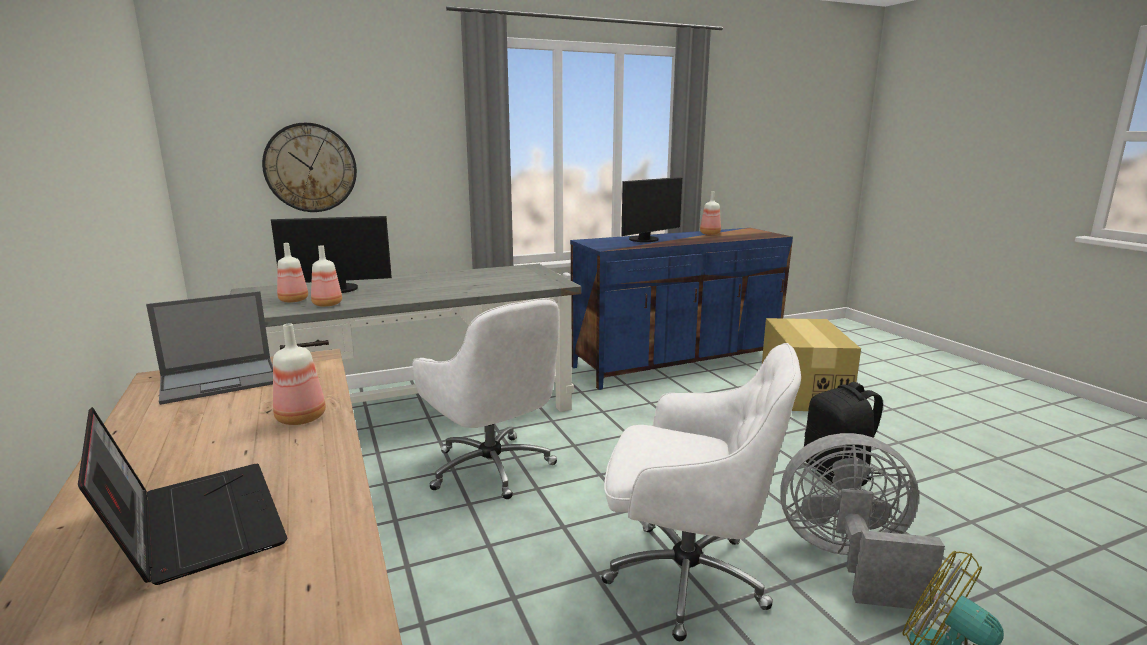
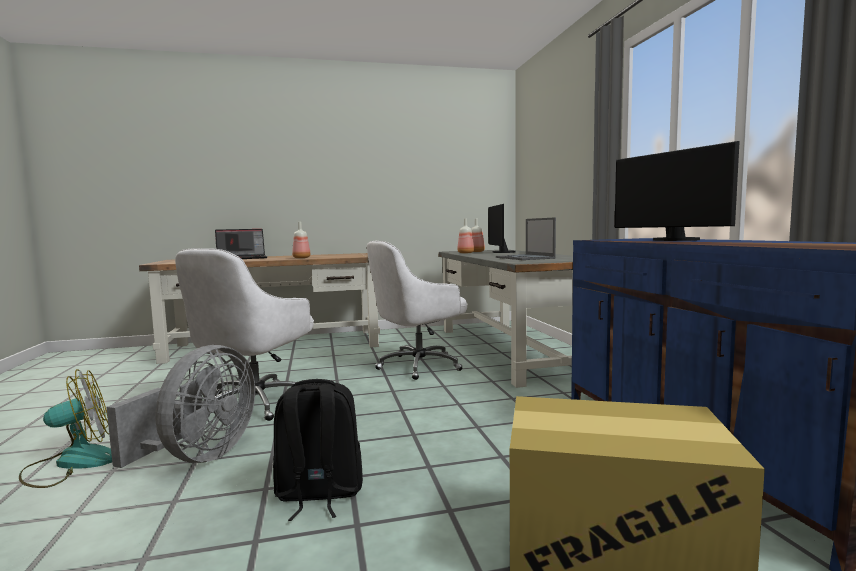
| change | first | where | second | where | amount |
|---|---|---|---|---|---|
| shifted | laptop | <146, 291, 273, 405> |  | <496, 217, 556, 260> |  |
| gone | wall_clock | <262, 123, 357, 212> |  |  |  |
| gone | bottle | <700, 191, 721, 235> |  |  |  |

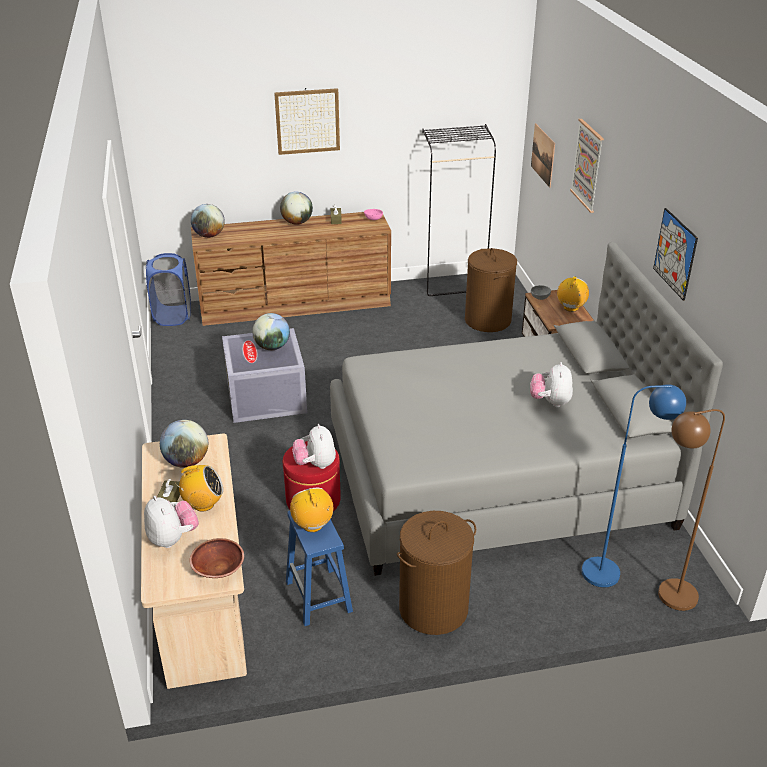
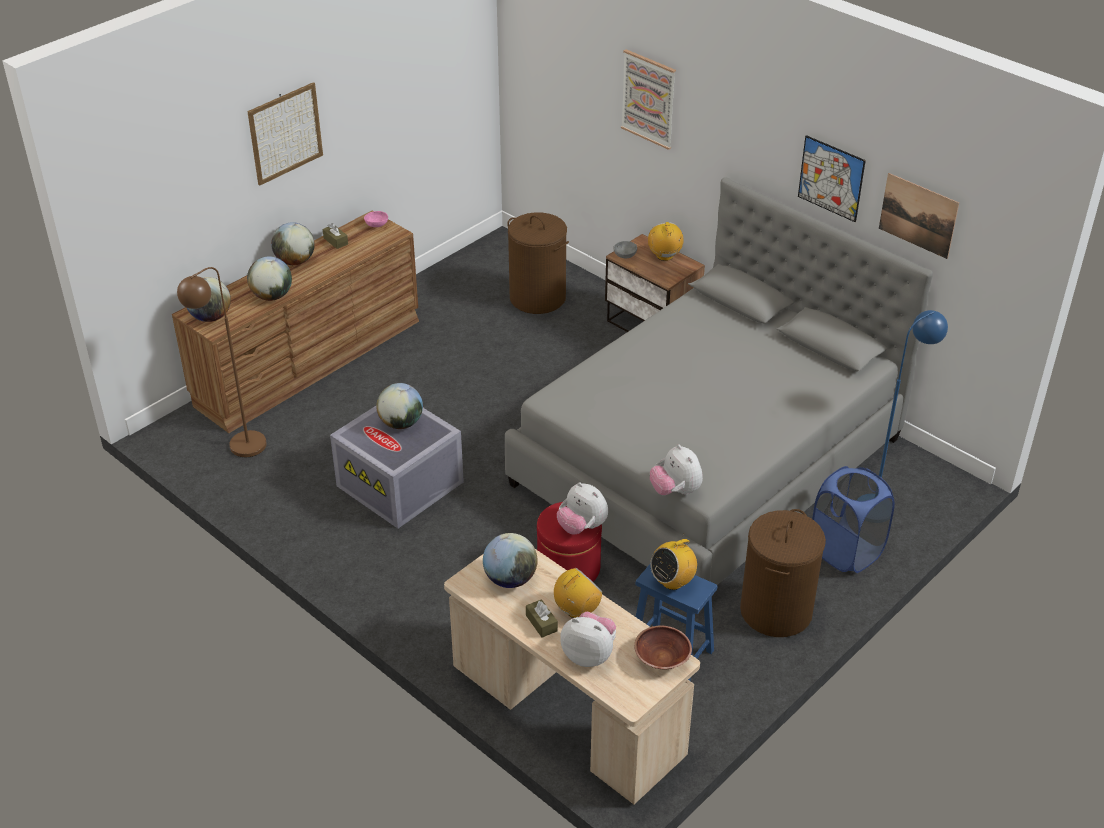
| change | first | where | second | where | amount |
|---|---|---|---|---|---|
| shifted | brown_floor_lamp | <658, 409, 725, 611> |  | <177, 267, 267, 457> |  |
| new |  |  | globe | <247, 256, 292, 301> |  |
| shifted | plush_toy | <530, 362, 573, 407> |  | <650, 444, 703, 495> |  |
| rotated | radio | <290, 488, 333, 532> |  | <650, 533, 697, 590> | 75 degrees counterclockwise |
| shifted | blue_laundry_basket | <146, 253, 191, 326> |  | <812, 466, 895, 573> |  |
| shifted | picture | <531, 123, 555, 188> |  | <879, 173, 959, 259> |  |
| gone | black_clothes_rack | <422, 124, 496, 296> |  |  |  |

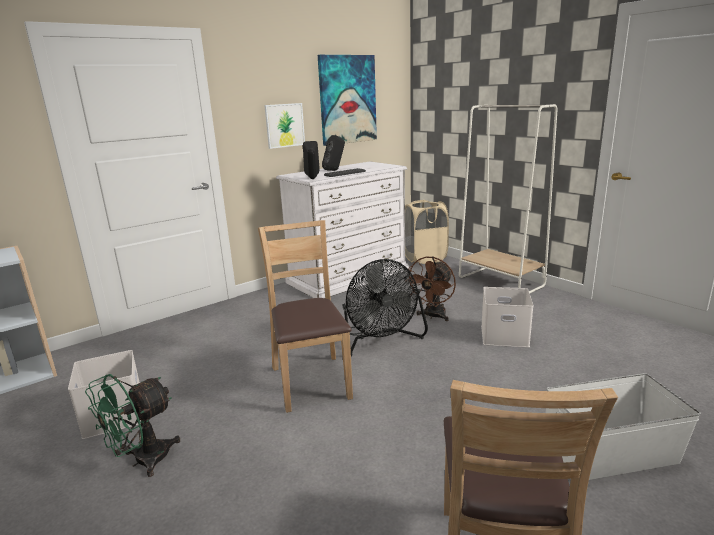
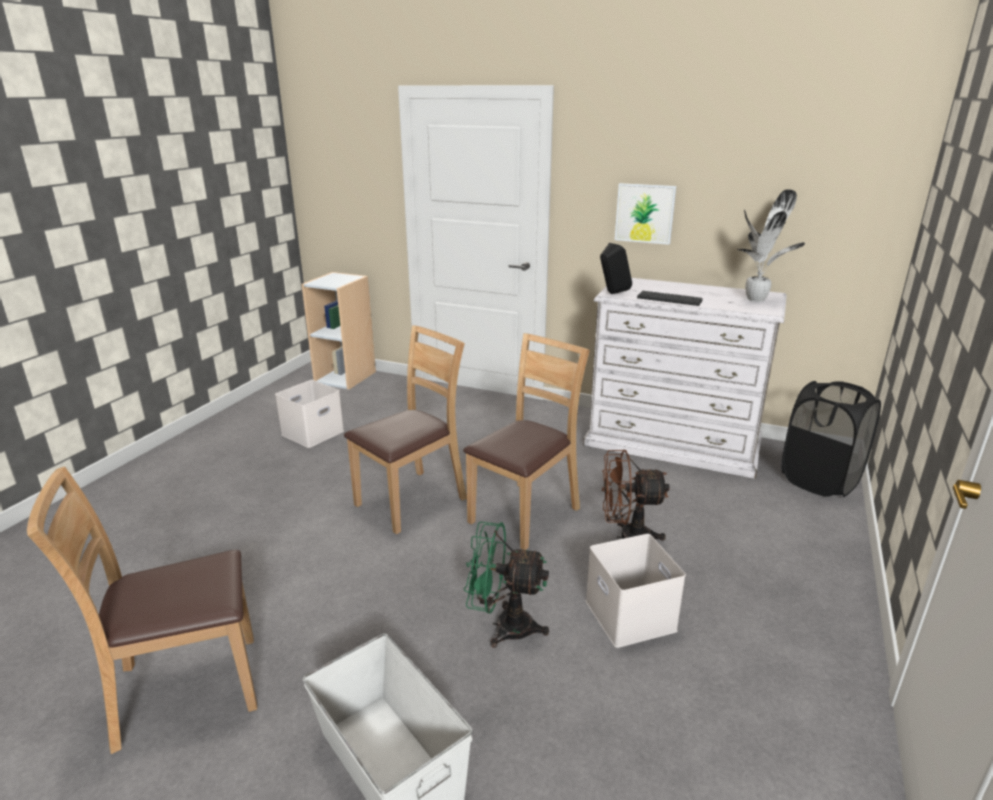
| change | first | where | second | where | amount |
|---|---|---|---|---|---|
| swapped | black_fan | <342, 259, 428, 357> | brown_chair | <463, 333, 590, 550> |  |
| shifted | green_fan | <85, 374, 180, 477> |  | <464, 522, 549, 648> |  |
| new |  |  | potted_plant | <737, 189, 805, 302> |  |
| repainted | beige_laundry_basket | <405, 200, 449, 264> | black_laundry_basket | <781, 381, 881, 497> |  |
| gone | picture | <318, 55, 377, 146> |  |  |  |
| gone | black_speaker | <322, 135, 345, 171> |  |  |  |
| gone | clothes_rack | <459, 104, 558, 293> |  |  |  |

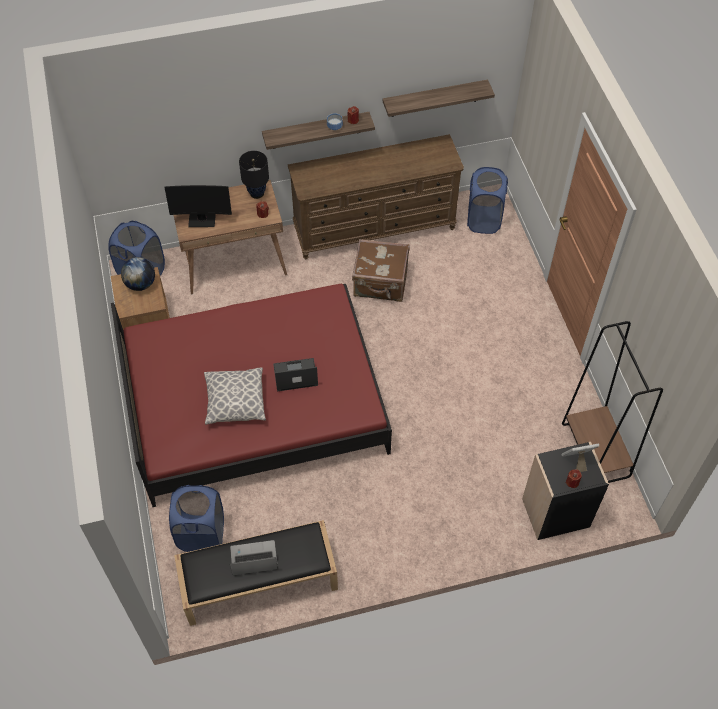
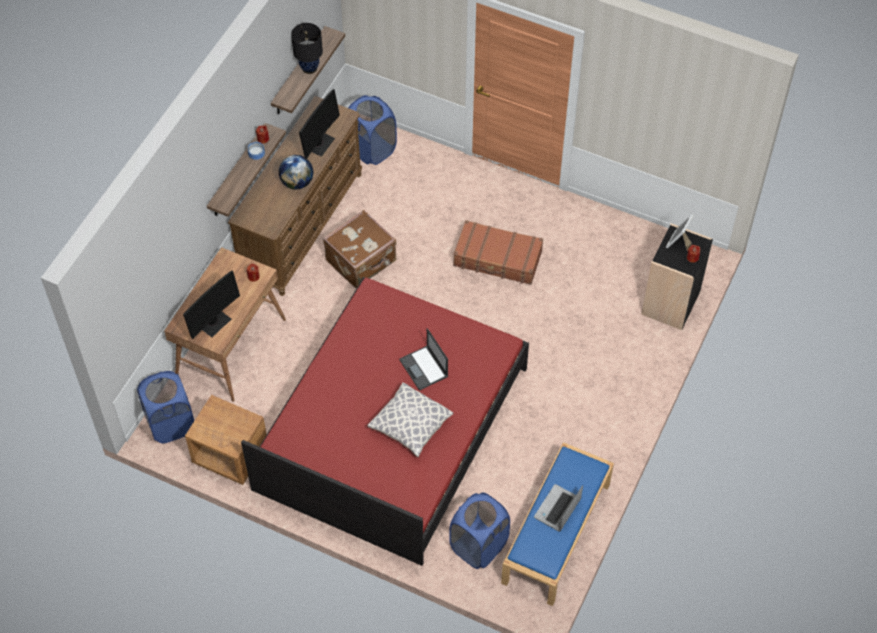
| change | first | where | second | where | amount |
|---|---|---|---|---|---|
| shifted | globe | <121, 257, 155, 291> |  | <279, 155, 313, 190> |  |
| shifted | black_table_lamp | <239, 151, 269, 199> |  | <291, 23, 323, 74> |  |
| new |  |  | monitor | <299, 89, 340, 158> |  |
| rotated | laptop | <273, 358, 318, 391> |  | <399, 328, 448, 391> | 60 degrees counterclockwise |
| new |  |  | brown_suitcase | <453, 220, 543, 285> |  |
| repainted | black_bench | <174, 520, 338, 626> | blue_bench | <501, 442, 614, 606> |  |
| gone | clothes_rack | <562, 321, 663, 483> |  |  |  |

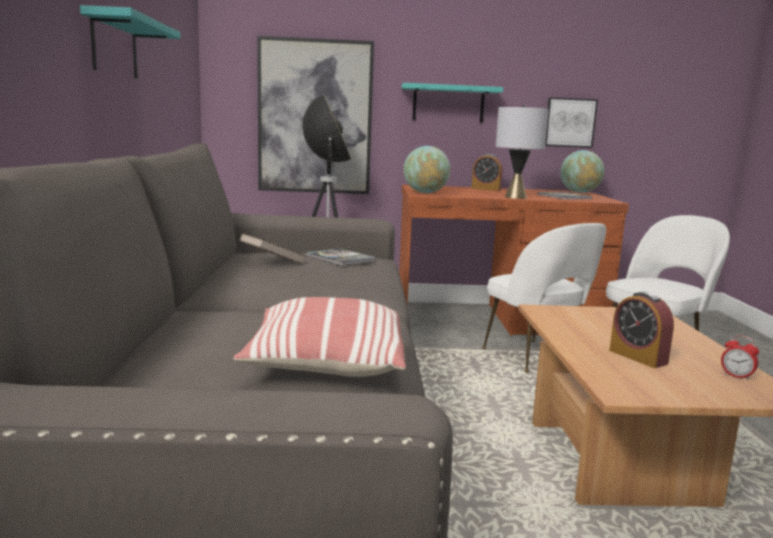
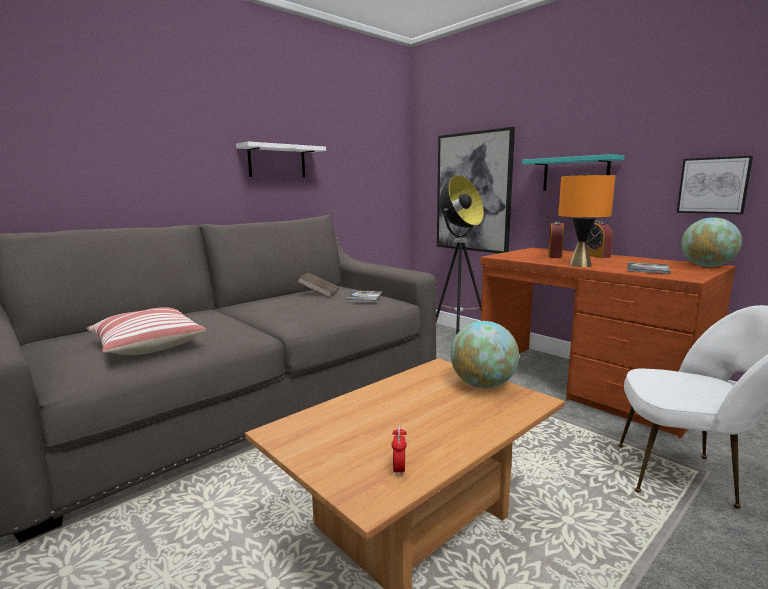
| change | first | where | second | where | amount |
|---|---|---|---|---|---|
| repainted | turquoise_shelf | <80, 5, 181, 78> | white_shelf | <236, 142, 326, 177> |  |
| shifted | globe | <404, 146, 450, 193> |  | <450, 321, 519, 389> |  |
| shifted | alarm_clock | <609, 292, 674, 368> |  | <548, 221, 564, 258> |  |
| repainted | grey_table_lamp | <496, 105, 549, 199> | orange_table_lamp | <558, 173, 615, 267> |  |
| gone | white_chair | <482, 223, 606, 372> |  |  |  |

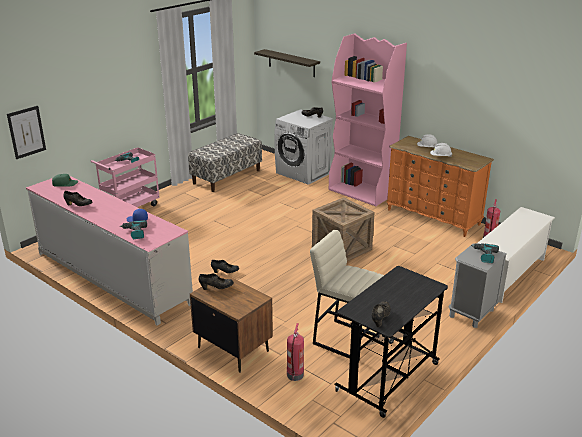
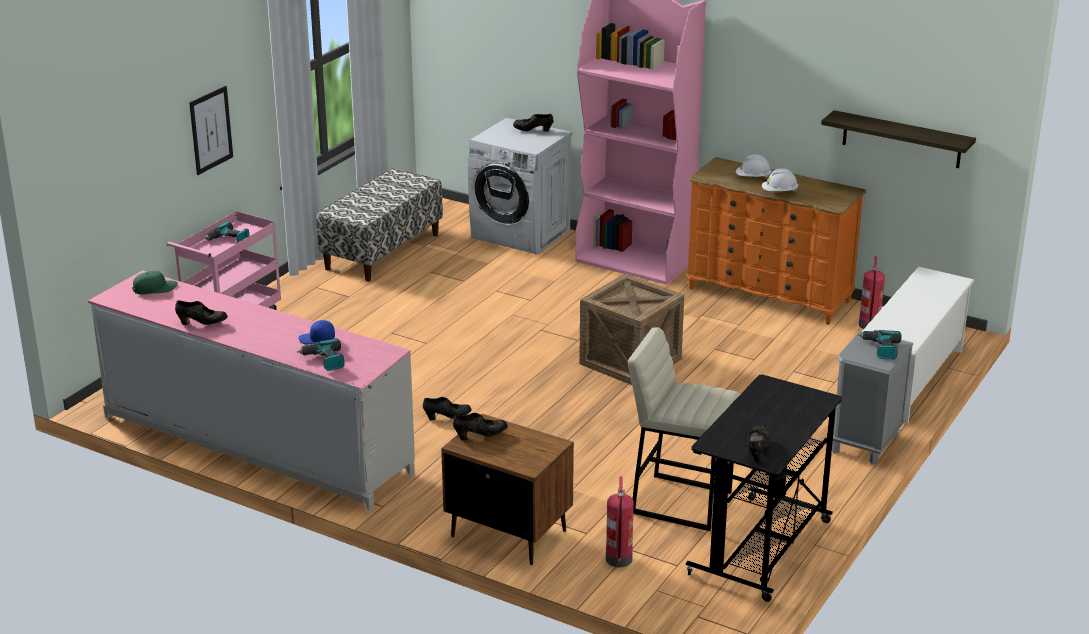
| change | first | where | second | where | amount |
|---|---|---|---|---|---|
| shifted | picture | <7, 106, 46, 159> |  | <189, 86, 233, 175> |  |
| shifted | shelf | <254, 49, 320, 77> |  | <821, 110, 976, 168> |  |

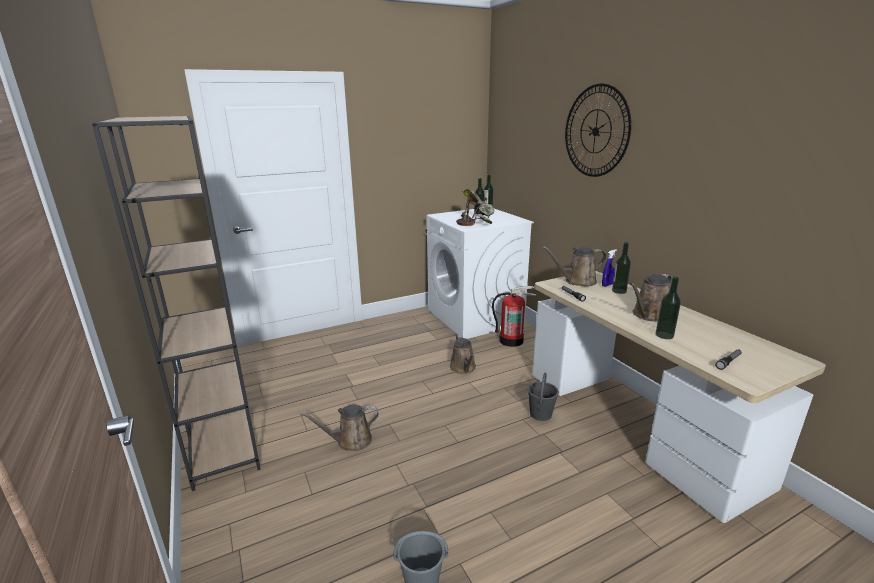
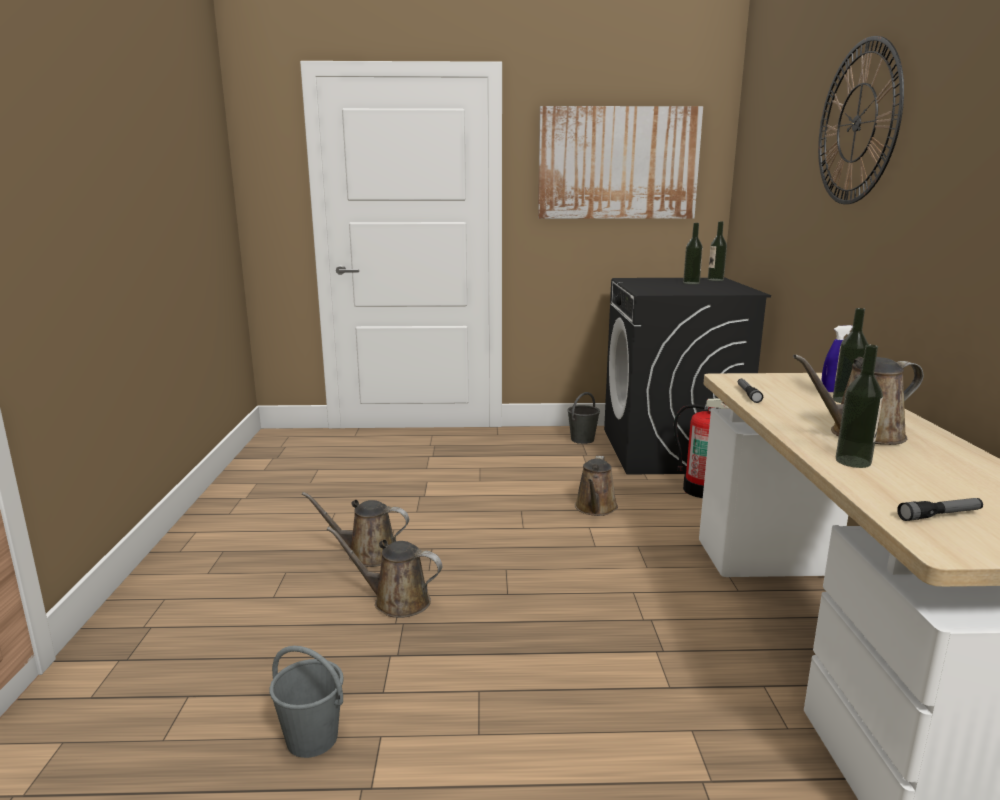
| change | first | where | second | where | amount |
|---|---|---|---|---|---|
| shifted | brown_watering_can | <542, 246, 606, 286> |  | <327, 527, 442, 618> |  |
| new |  |  | picture | <538, 106, 703, 219> |  |
| shifted | grey_bucket | <528, 373, 559, 421> |  | <567, 392, 600, 444> |  |
| repainted | white_washing_machine | <427, 209, 534, 339> | black_washing_machine | <604, 278, 771, 475> |  |
| gone | bookcase | <92, 116, 261, 491> |  |  |  |
| gone | potted_plant | <456, 189, 494, 226> |  |  |  |

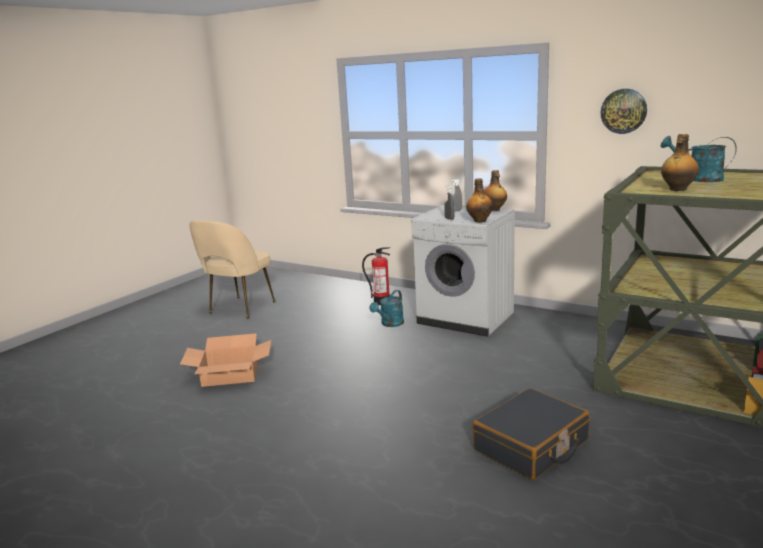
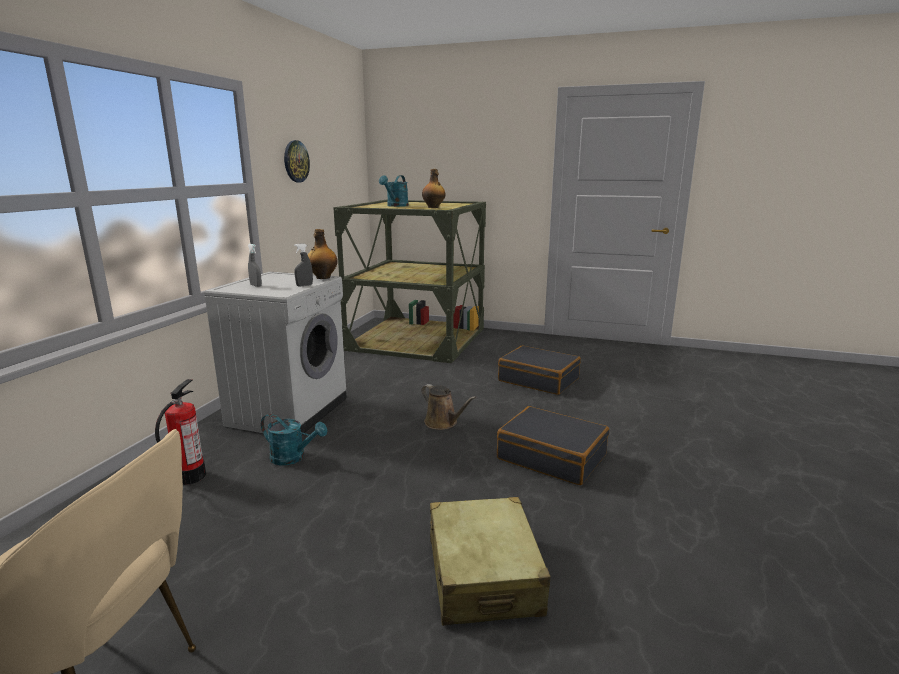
| change | first | where | second | where | amount |
|---|---|---|---|---|---|
| new |  |  | brown_watering_can | <421, 384, 476, 430> |  |
| swapped | cardboard_box | <180, 333, 271, 387> | beige_suitcase | <430, 497, 551, 626> |  |
| new |  |  | black_suitcase | <497, 406, 609, 485> |  |
| gone | bottle | <484, 170, 507, 211> |  |  |  |

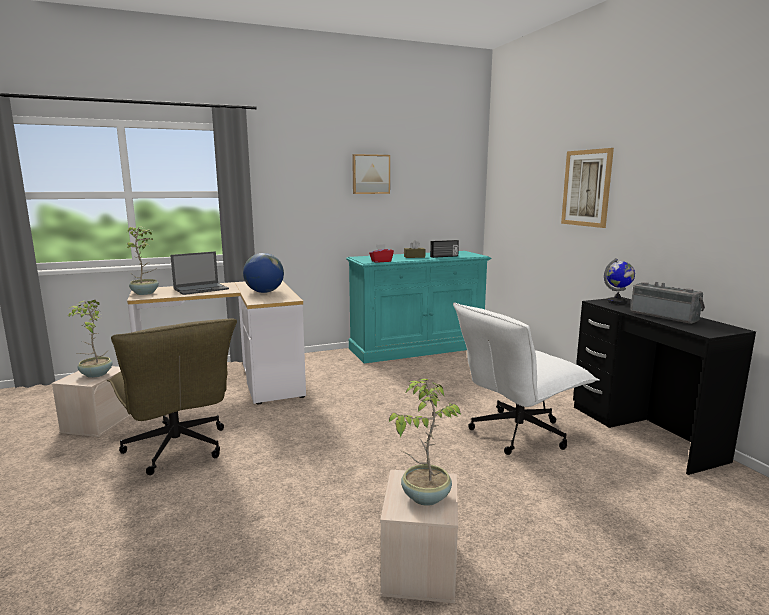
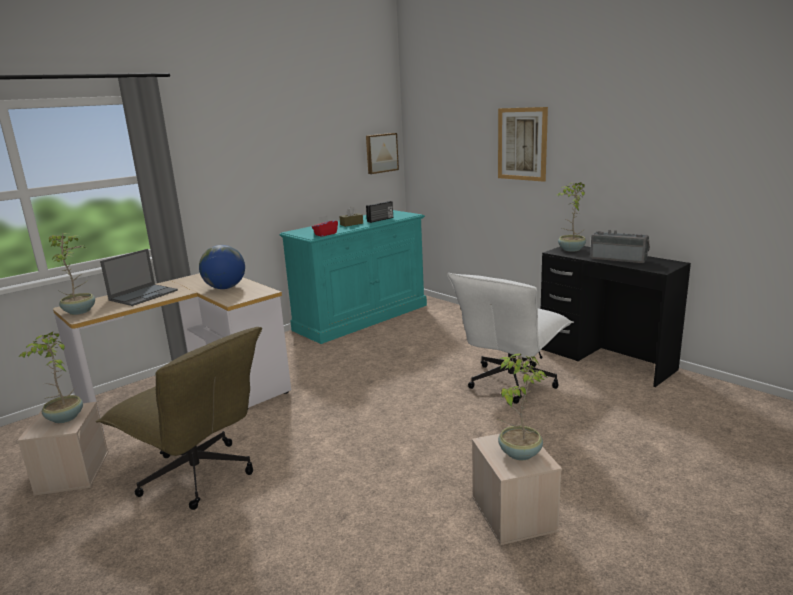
| change | first | where | second | where | amount |
|---|---|---|---|---|---|
| shifted | picture | <352, 154, 390, 194> |  | <366, 133, 399, 174> |  |
| swapped | globe | <604, 258, 635, 304> | potted_plant | <557, 182, 586, 252> |  |

